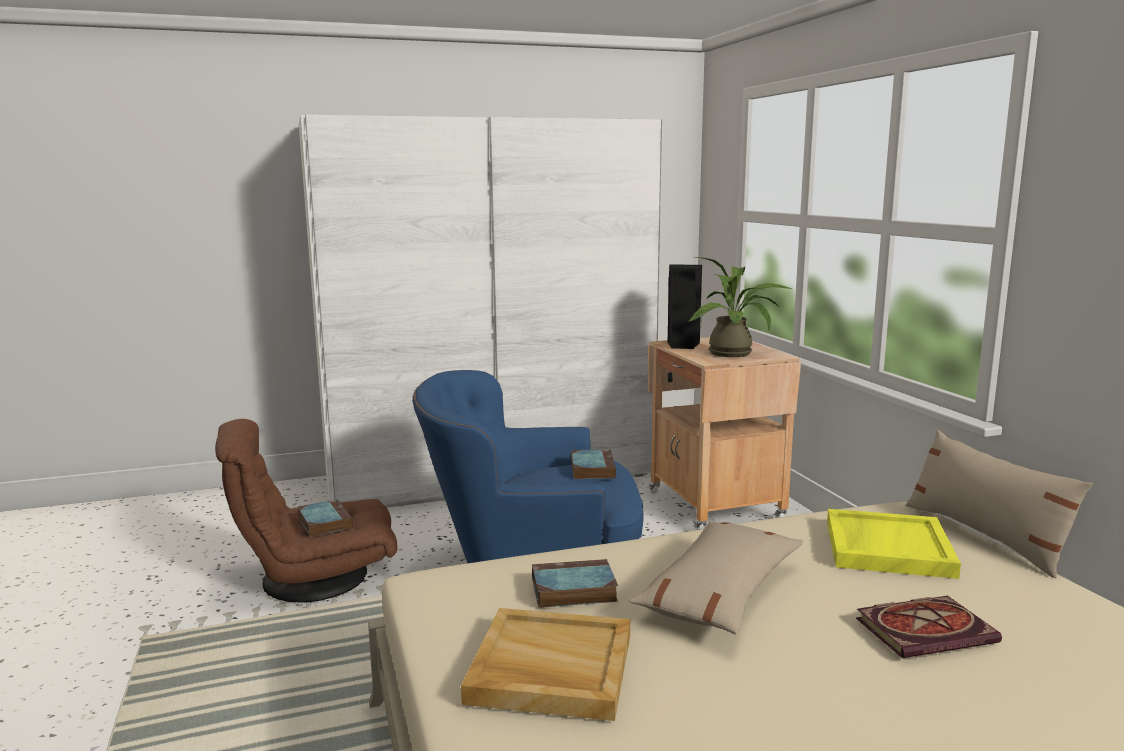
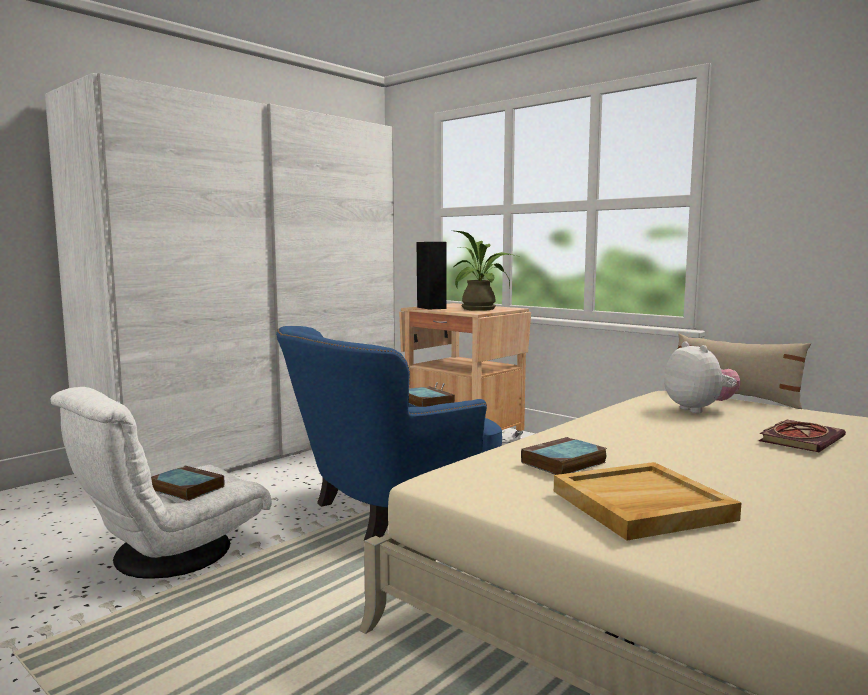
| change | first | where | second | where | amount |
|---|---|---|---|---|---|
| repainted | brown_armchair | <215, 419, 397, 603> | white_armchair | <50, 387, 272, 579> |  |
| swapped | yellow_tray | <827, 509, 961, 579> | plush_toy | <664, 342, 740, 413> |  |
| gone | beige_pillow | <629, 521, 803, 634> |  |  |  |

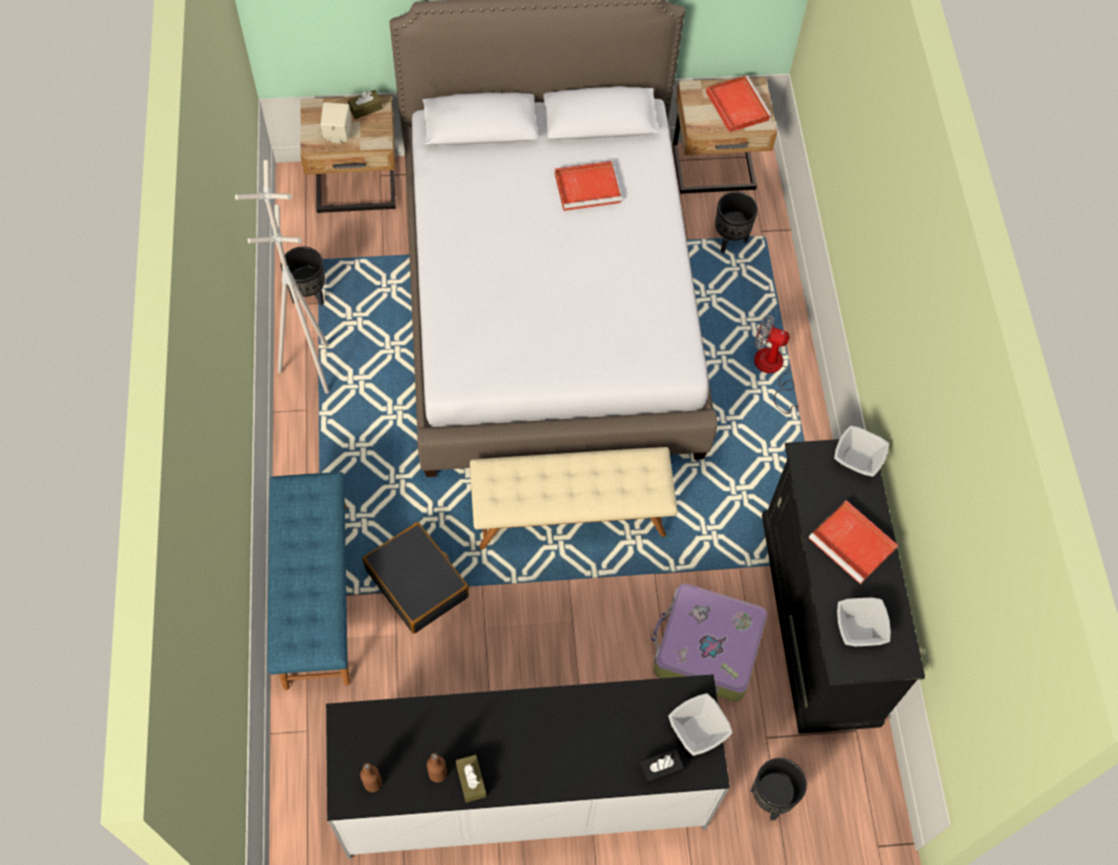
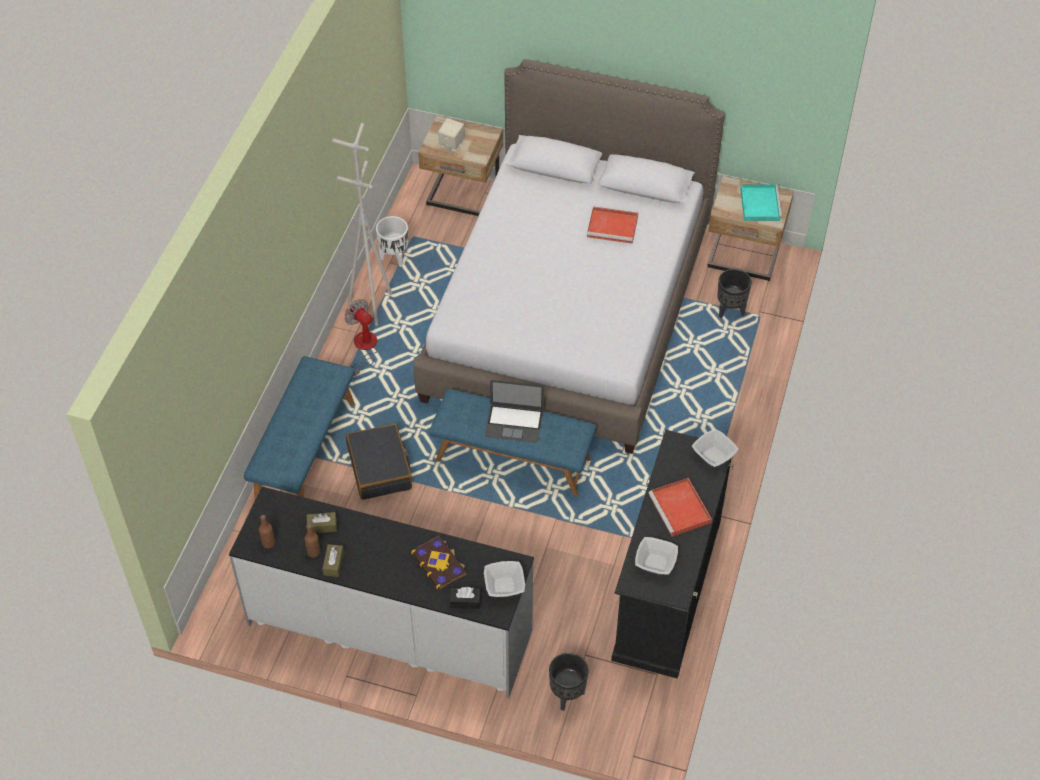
| change | first | where | second | where | amount |
|---|---|---|---|---|---|
| shifted | brown_tissue_box | <348, 90, 382, 119> |  | <307, 512, 337, 533> |  |
| shifted | fan | <754, 315, 801, 414> |  | <345, 299, 378, 379> |  |
| repainted | black_planter | <281, 246, 325, 306> | white_planter | <376, 216, 408, 267> |  |
| new |  |  | book | <411, 536, 467, 590> |  |
| repainted | beige_bench | <470, 447, 678, 550> | blue_bench | <429, 389, 597, 497> |  |
| new |  |  | laptop | <485, 380, 544, 443> |  |
| repainted | red_tray | <706, 75, 772, 133> | turquoise_tray | <740, 184, 782, 221> |  |
| gone | suitcase | <651, 583, 767, 702> |  |  |  |

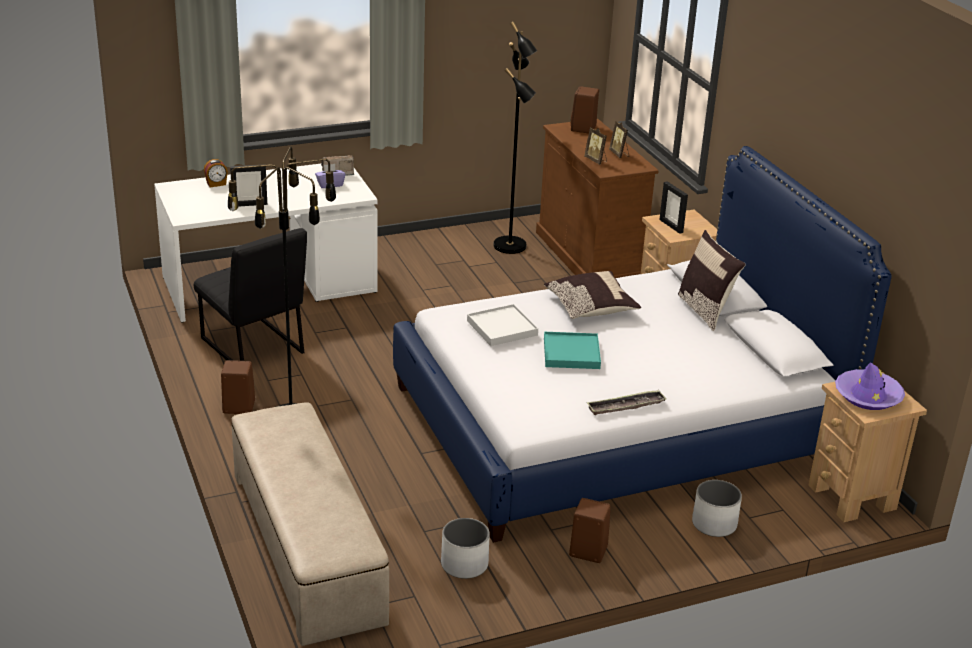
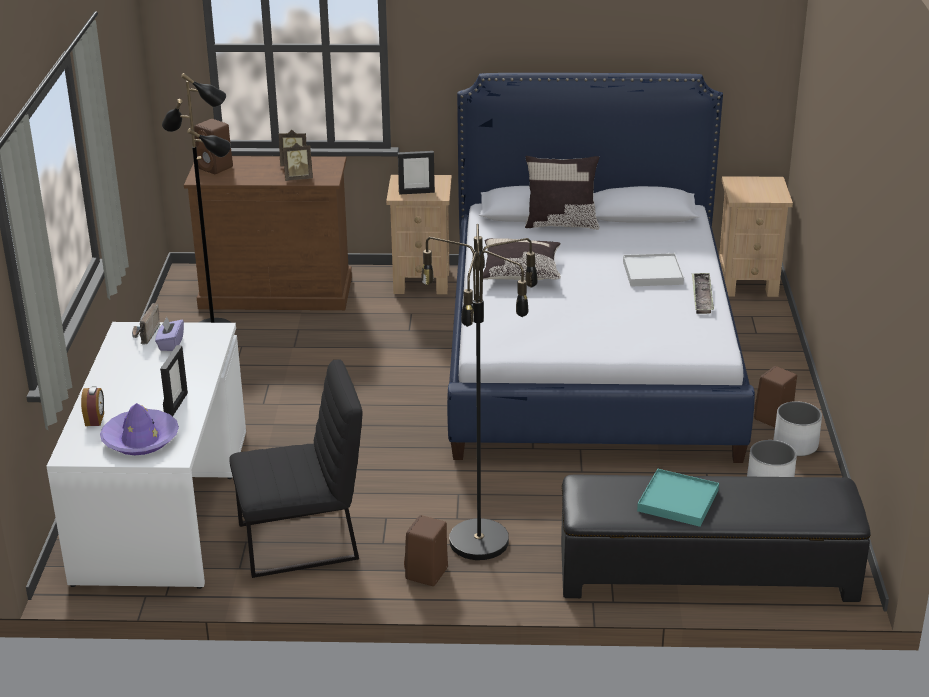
| change | first | where | second | where | amount |
|---|---|---|---|---|---|
| shifted | purple_hat | <835, 362, 905, 410> |  | <100, 403, 179, 455> |  |
| repainted | beige_bench | <232, 402, 389, 646> | black_bench | <561, 475, 871, 602> |  |
| shifted | white_tray | <467, 304, 538, 346> |  | <623, 253, 684, 287> |  |
| shifted | turquoise_tray | <544, 332, 601, 369> |  | <637, 469, 719, 527> |  |
| shifted | white_planter | <692, 480, 742, 537> |  | <774, 401, 822, 456> |  |

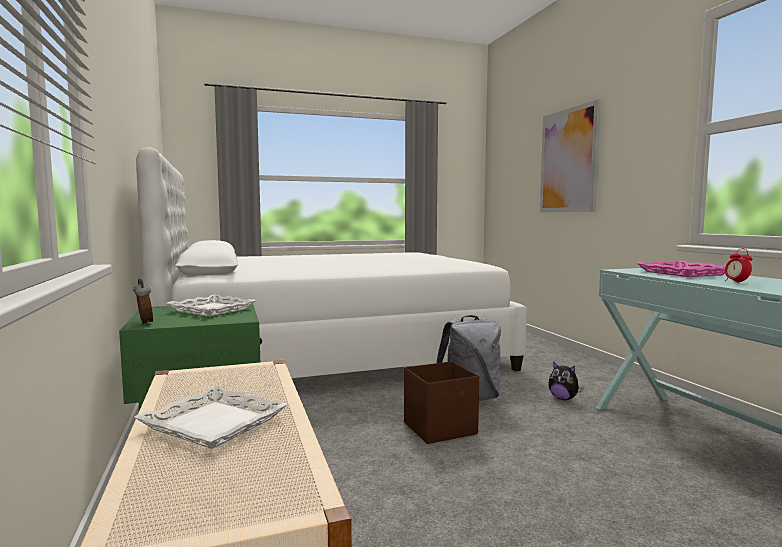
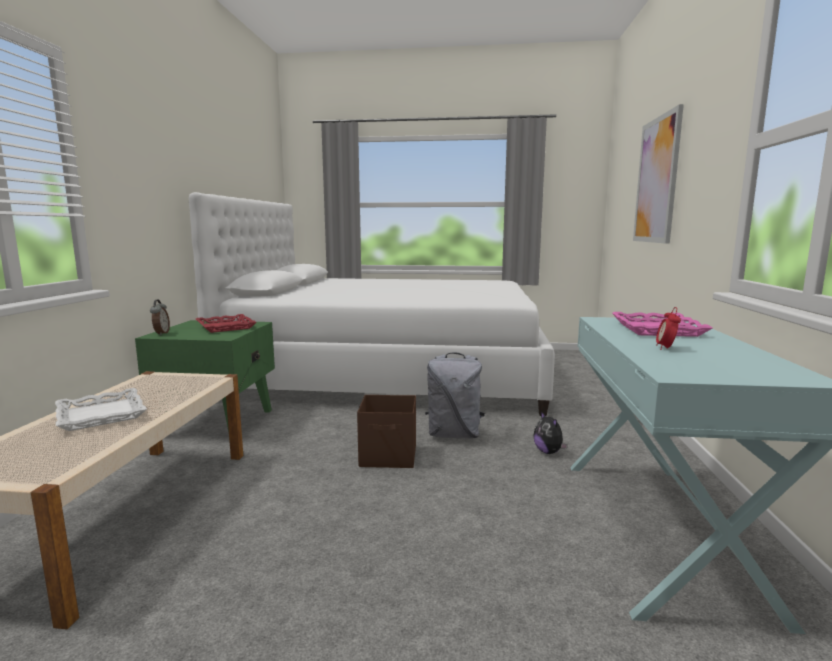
| change | first | where | second | where | amount |
|---|---|---|---|---|---|
| repainted | white_tray | <166, 294, 256, 317> | red_tray | <196, 314, 256, 333> |  |

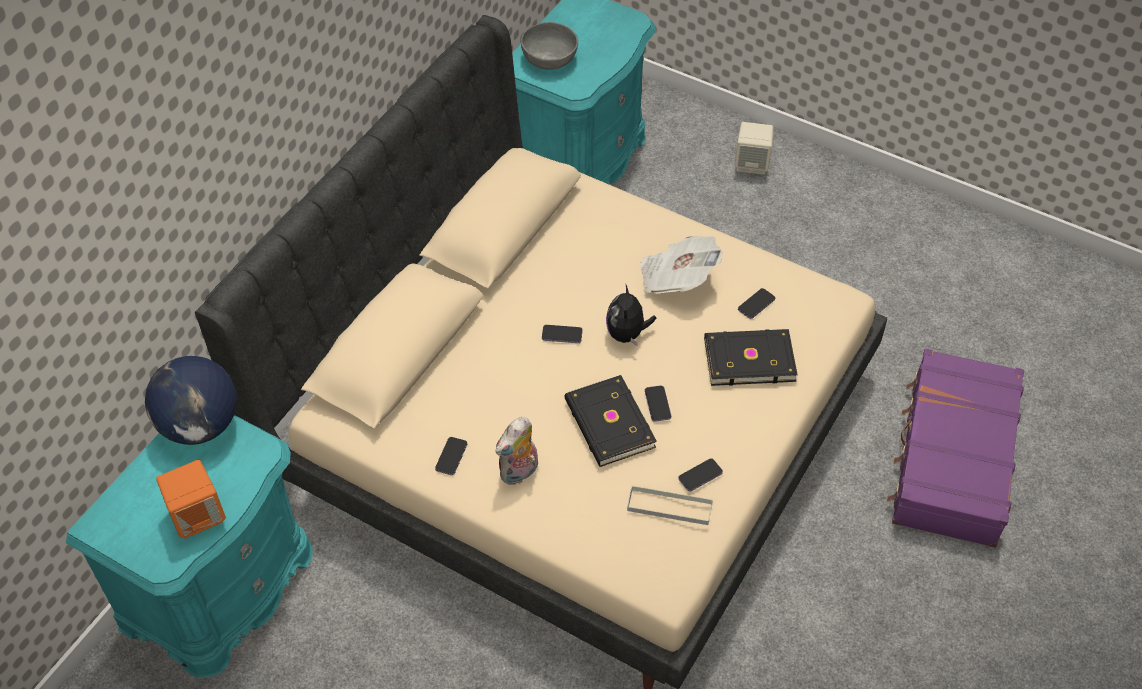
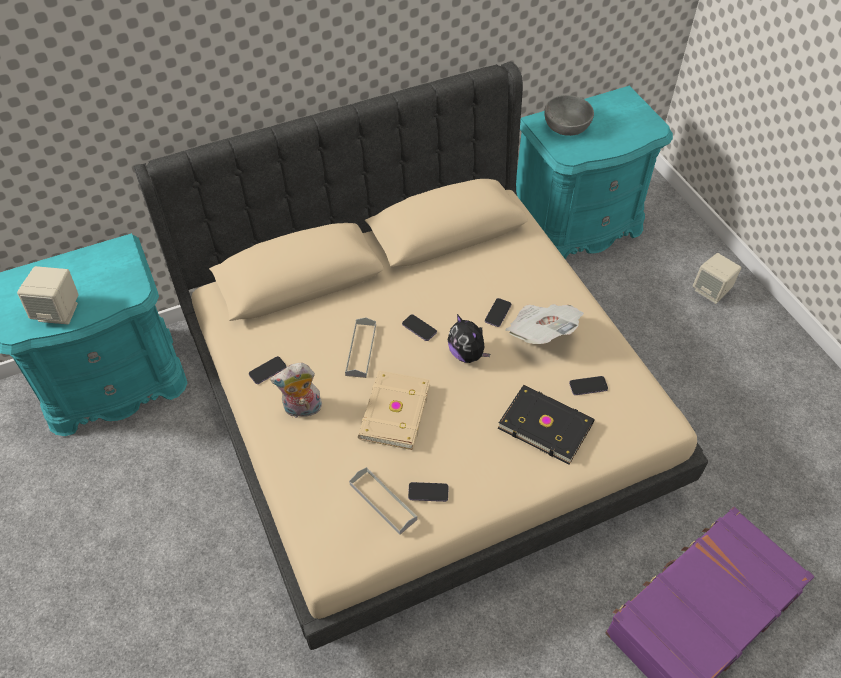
| change | first | where | second | where | amount |
|---|---|---|---|---|---|
| repainted | orange_speaker | <156, 460, 226, 538> | beige_speaker | <17, 266, 79, 324> |  |
| new |  |  | grey_tray | <345, 317, 376, 378> |  |
| repainted | black_book | <565, 375, 657, 467> | beige_book | <358, 370, 430, 450> |  |
| rotated | plush_toy | <606, 285, 656, 346> |  | <448, 314, 490, 363> | 75 degrees counterclockwise |
| shifted | phone | <645, 386, 671, 422> |  | <485, 298, 511, 327> |  |
| gone | globe | <145, 356, 237, 445> |  |  |  |

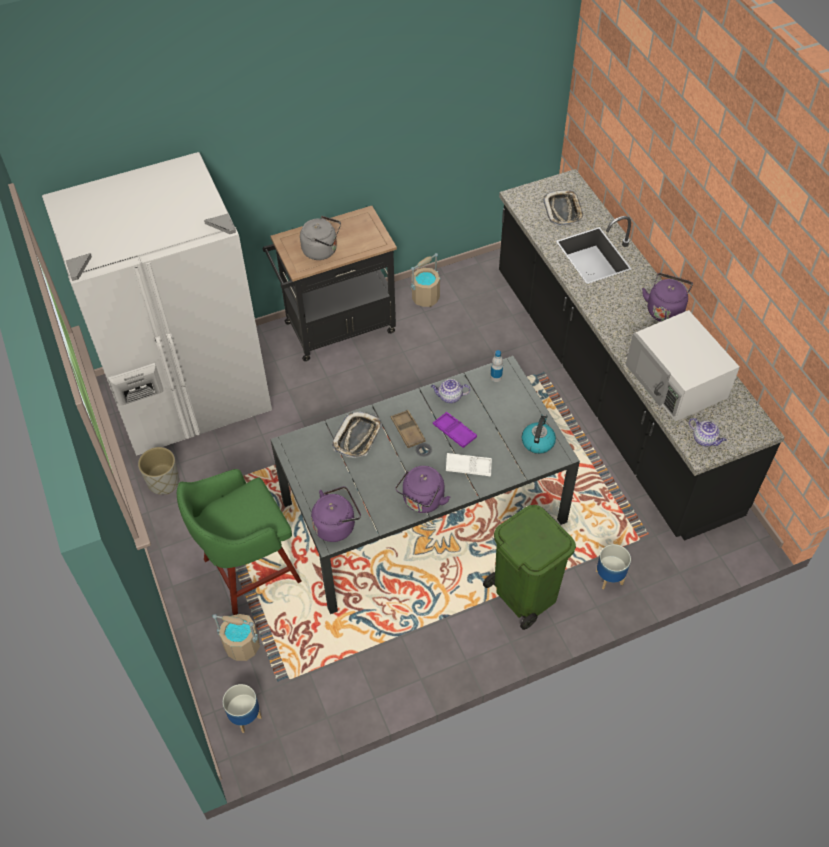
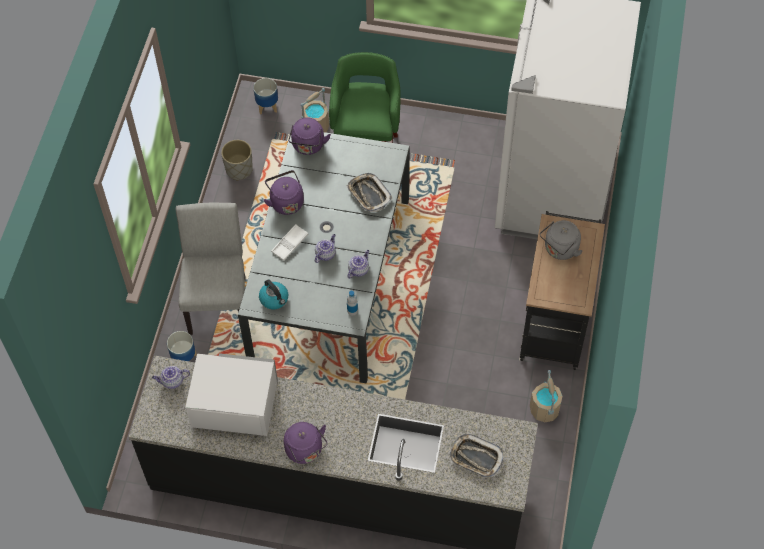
| change | first | where | second | where | amount |
|---|---|---|---|---|---|
| swapped | green_trash_can | <483, 505, 576, 630> | grey_chair | <176, 203, 246, 335> |  |
| shifted | grey_planter | <138, 447, 179, 494> |  | <221, 140, 253, 180> |  |
| swapped | purple_tray | <433, 412, 477, 448> | teapot | <315, 234, 336, 263> |  |
| gone | brown_tray | <391, 410, 426, 448> |  |  |  |

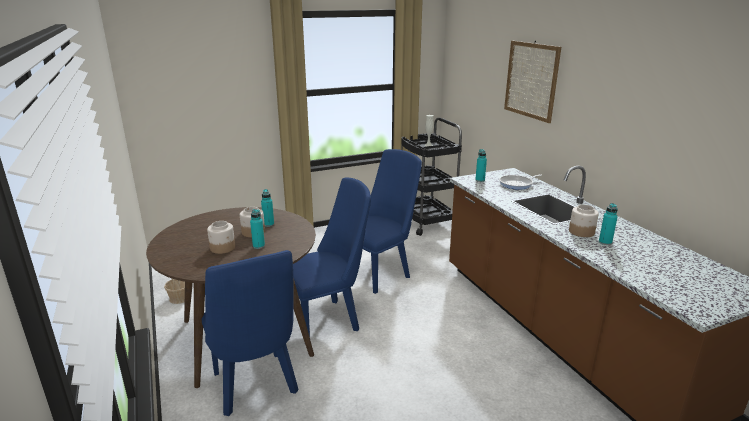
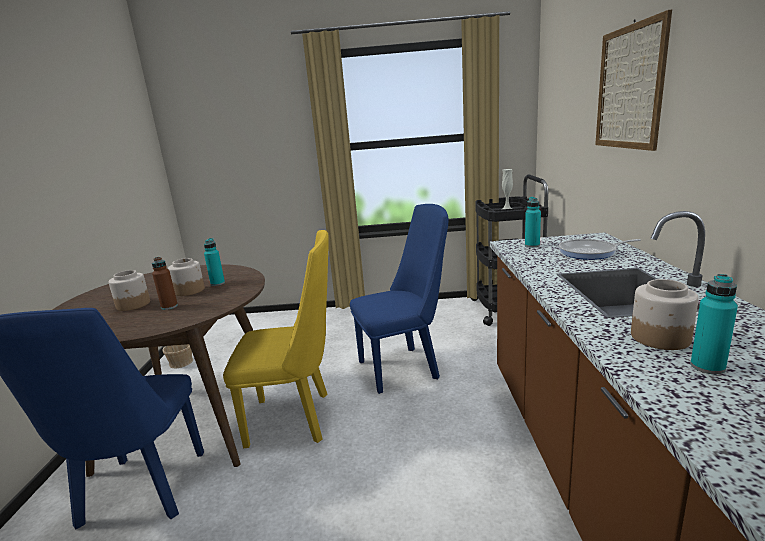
| change | first | where | second | where | amount |
|---|---|---|---|---|---|
| repainted | turquoise_bottle | <250, 209, 265, 249> | brown_bottle | <152, 257, 178, 310> |  |
| repainted | blue_chair | <293, 177, 371, 337> | yellow_chair | <223, 230, 329, 448> |  |

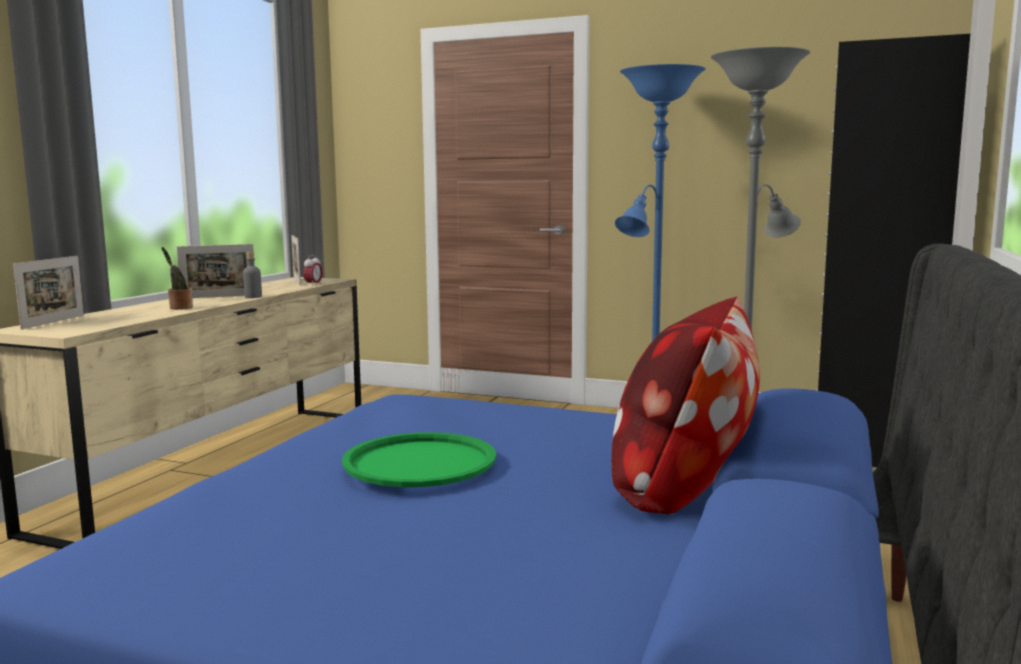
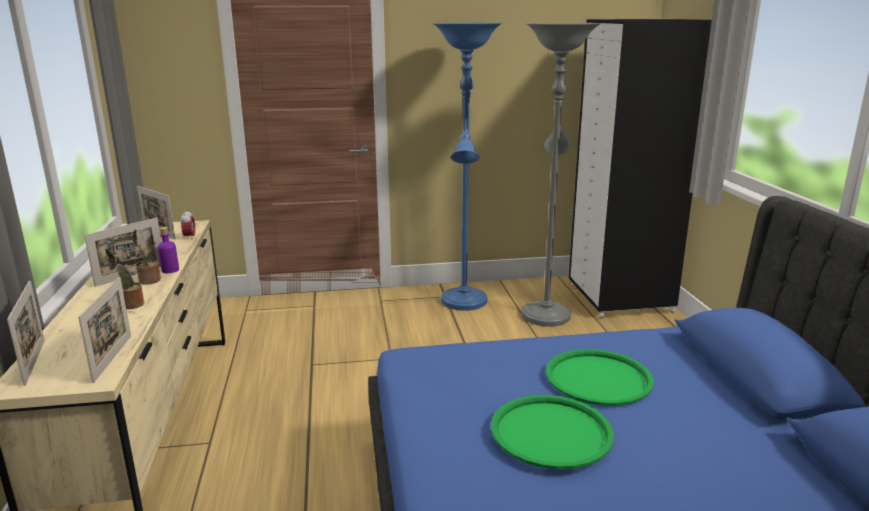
| change | first | where | second | where | amount |
|---|---|---|---|---|---|
| new |  |  | picture_frame | <78, 277, 131, 383> |  |
| new |  |  | potted_plant | <132, 229, 161, 285> |  |
| repainted | grey_bottle | <243, 252, 262, 298> | purple_bottle | <158, 227, 179, 273> |  |
| new |  |  | green_tray | <546, 349, 654, 406> |  |
| gone | pillow | <611, 297, 760, 514> |  |  |  |

